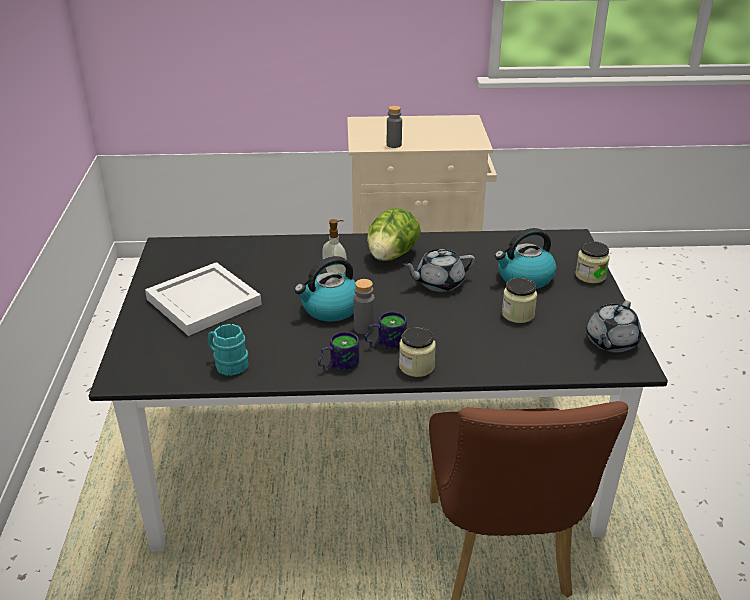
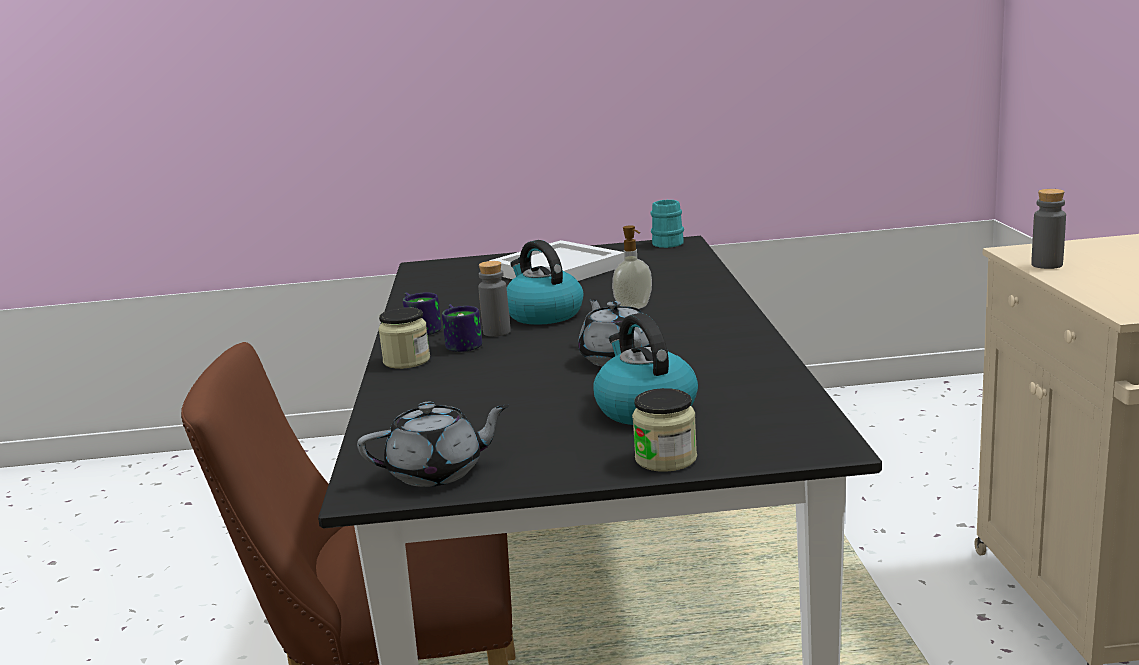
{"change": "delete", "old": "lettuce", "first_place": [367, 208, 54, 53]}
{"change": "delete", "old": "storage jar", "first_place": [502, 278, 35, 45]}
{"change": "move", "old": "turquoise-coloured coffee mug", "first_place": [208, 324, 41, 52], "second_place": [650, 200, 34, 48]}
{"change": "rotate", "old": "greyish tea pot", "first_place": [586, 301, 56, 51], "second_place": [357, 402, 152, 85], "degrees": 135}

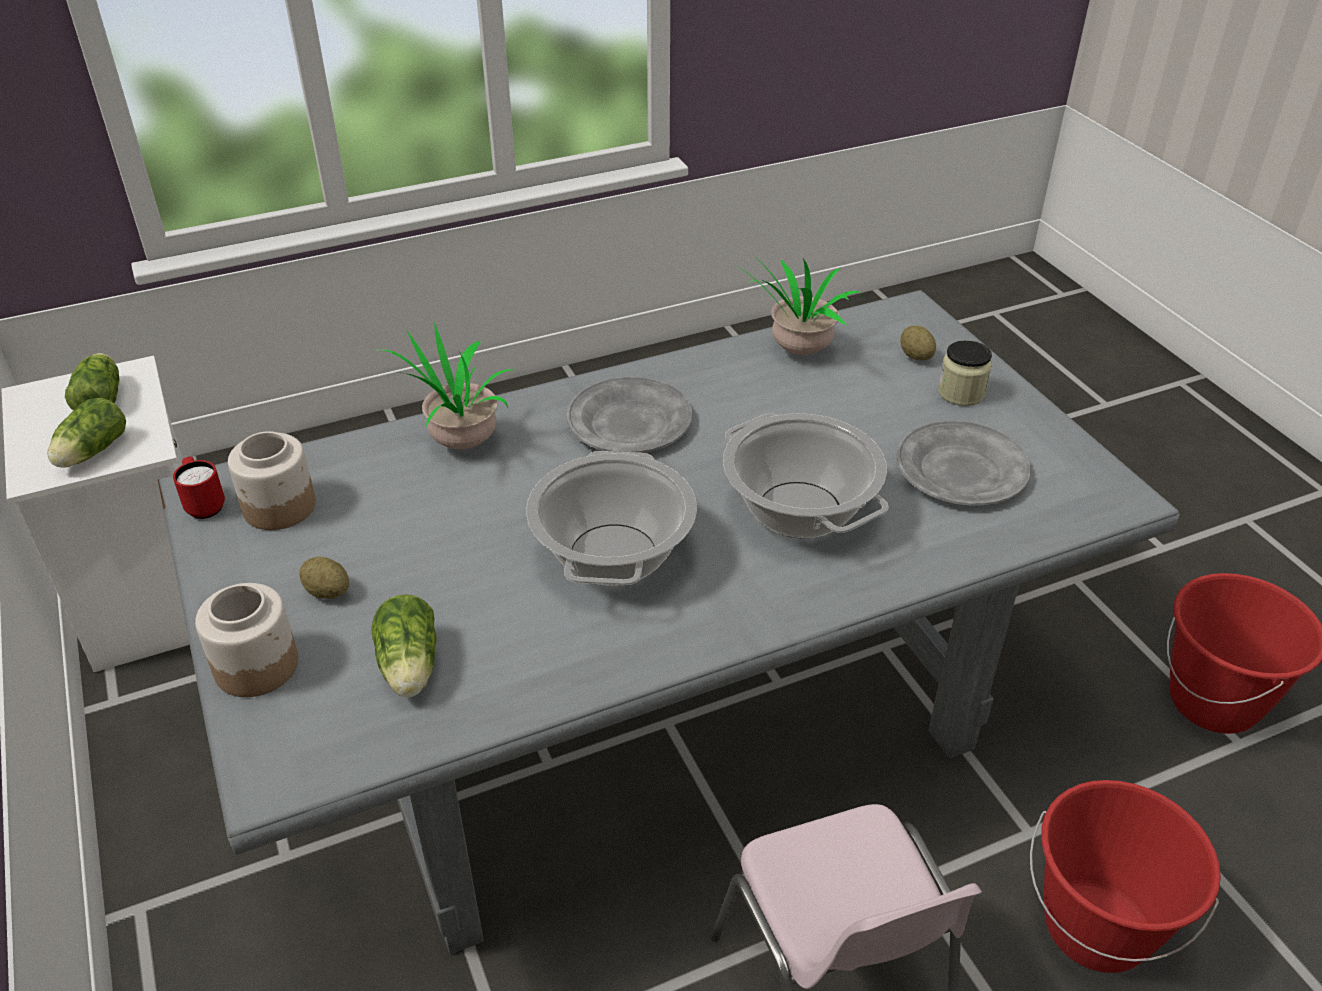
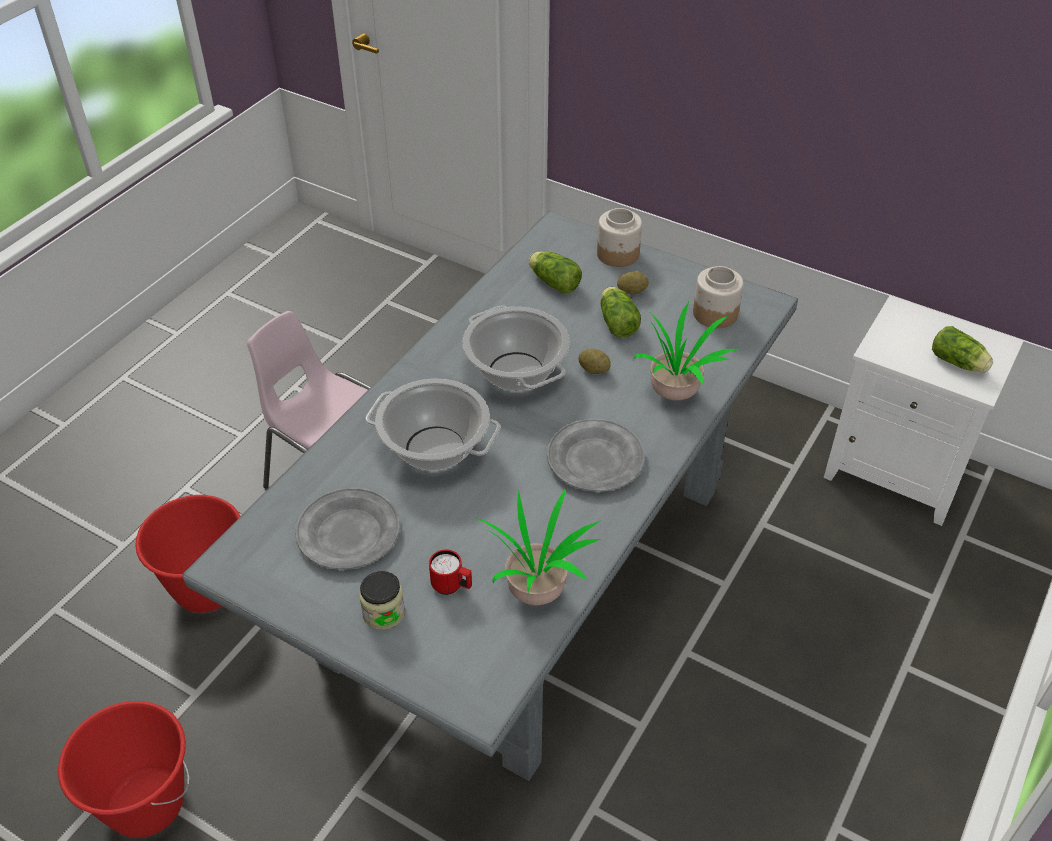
{"change": "move", "old": "lettuce", "first_place": [47, 398, 79, 70], "second_place": [601, 287, 40, 51]}
{"change": "move", "old": "red coffee mug", "first_place": [173, 456, 52, 63], "second_place": [429, 549, 43, 46]}
{"change": "move", "old": "spud", "first_place": [901, 326, 35, 34], "second_place": [578, 349, 33, 25]}

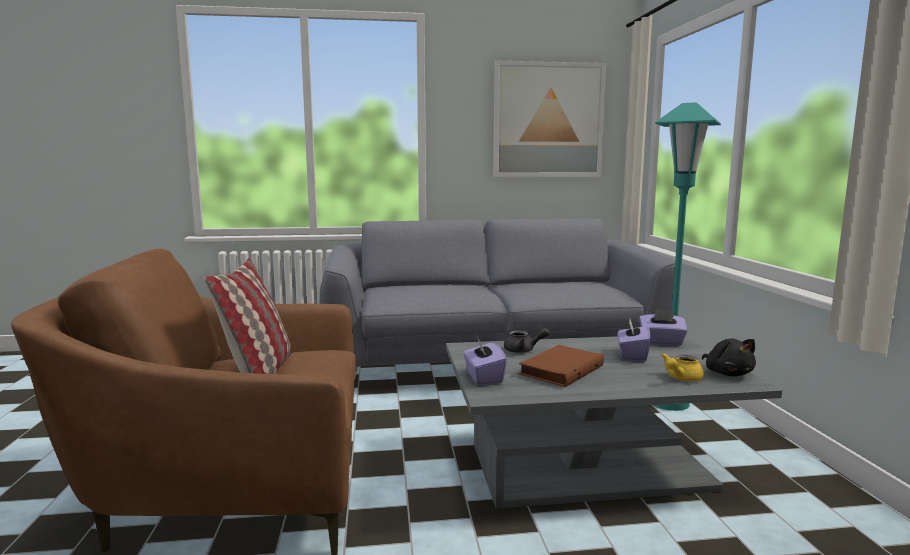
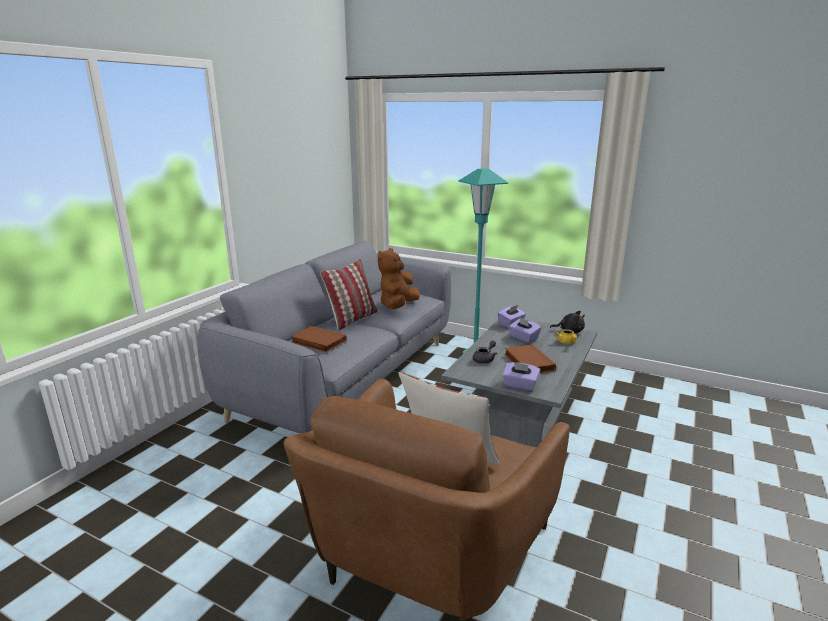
{"change": "delete", "old": "wall picture", "first_place": [493, 61, 113, 116]}
{"change": "insert", "new": "brown book", "second_place": [291, 326, 56, 26]}
{"change": "insert", "new": "cushion", "second_place": [320, 259, 57, 72]}
{"change": "insert", "new": "brown plush toy", "second_place": [378, 248, 42, 61]}

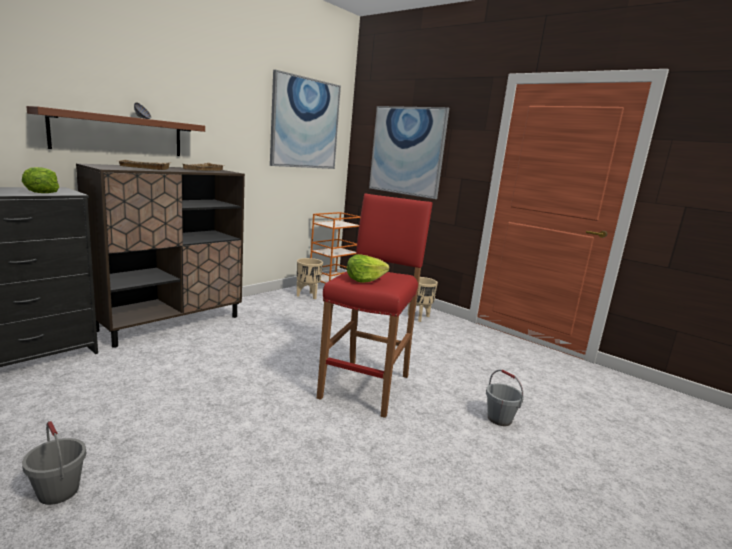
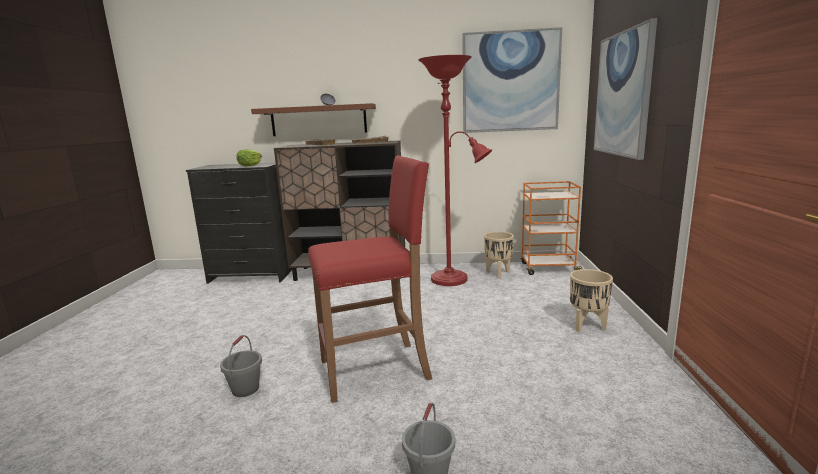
{"change": "delete", "old": "lettuce", "first_place": [347, 254, 42, 29]}
{"change": "insert", "new": "red floor lamp", "second_place": [418, 55, 74, 231]}
{"change": "move", "old": "greyish pail", "first_place": [22, 421, 64, 84], "second_place": [220, 335, 42, 62]}

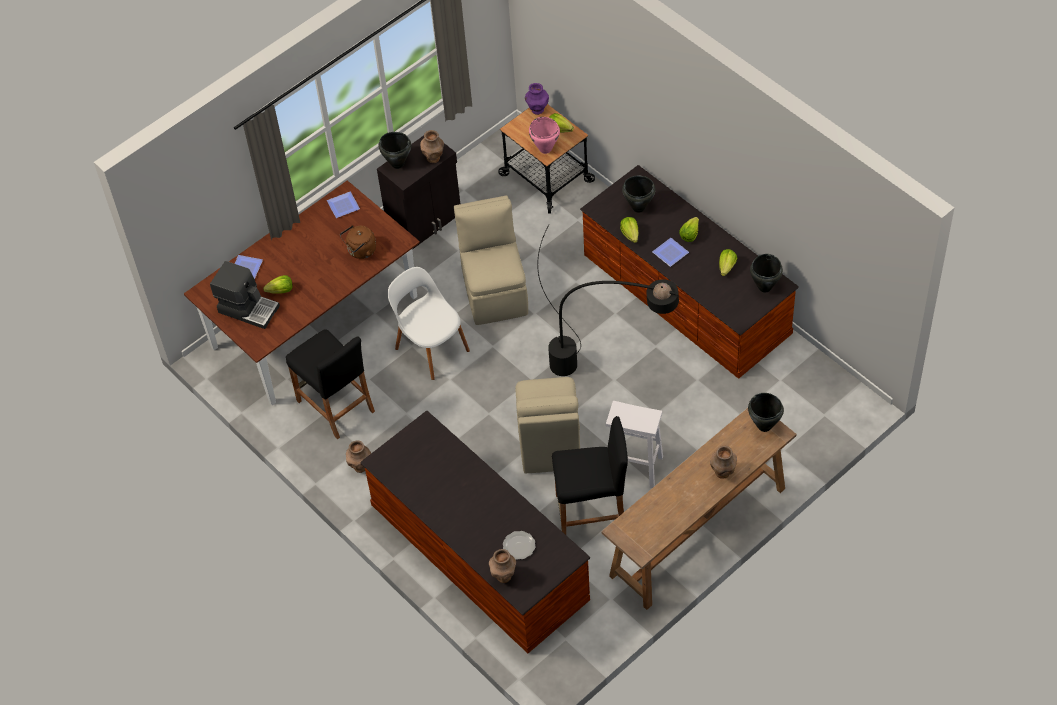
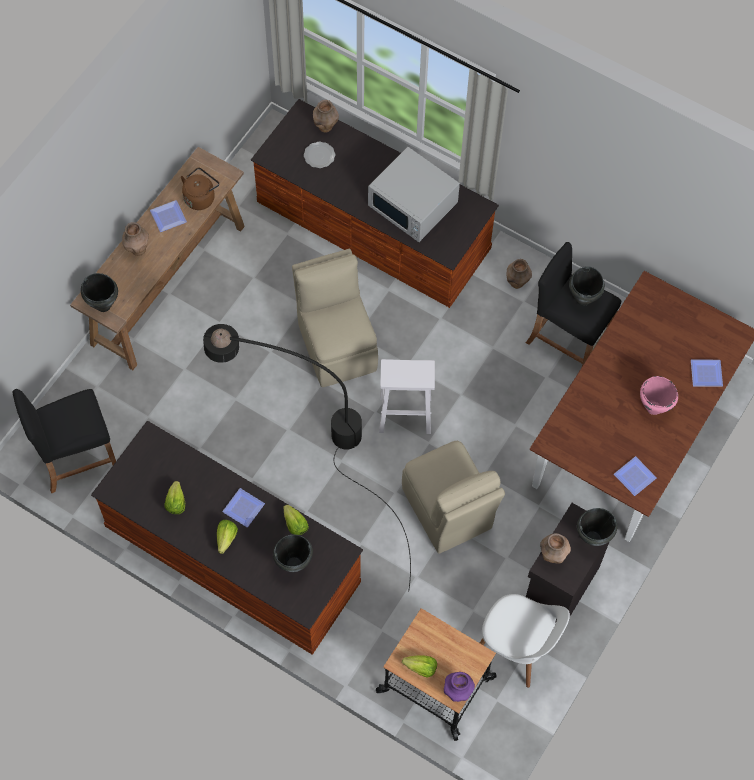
{"change": "delete", "old": "coffee machine", "first_place": [210, 261, 70, 68]}
{"change": "delete", "old": "lettuce", "first_place": [263, 275, 30, 19]}
{"change": "insert", "new": "flat dish", "second_place": [150, 200, 37, 32]}
{"change": "insert", "new": "white-coloured microwave oven", "second_place": [368, 147, 92, 95]}
{"change": "move", "old": "brown kettle", "first_place": [340, 225, 36, 34], "second_place": [181, 167, 38, 43]}
{"change": "move", "old": "white-coloured chair", "first_place": [387, 267, 83, 113], "second_place": [480, 594, 90, 94]}
{"change": "move", "old": "pink-coloured stockpot", "first_place": [529, 117, 31, 37], "second_place": [640, 376, 38, 39]}
{"change": "move", "old": "black-coloured sitting stool", "first_place": [552, 416, 76, 119], "second_place": [12, 389, 104, 104]}
{"change": "move", "old": "white-coloured sitting stool", "first_place": [606, 401, 57, 87], "second_place": [379, 359, 56, 75]}
{"change": "move", "old": "black-coloured stockpot", "first_place": [750, 254, 33, 38], "second_place": [569, 266, 36, 40]}

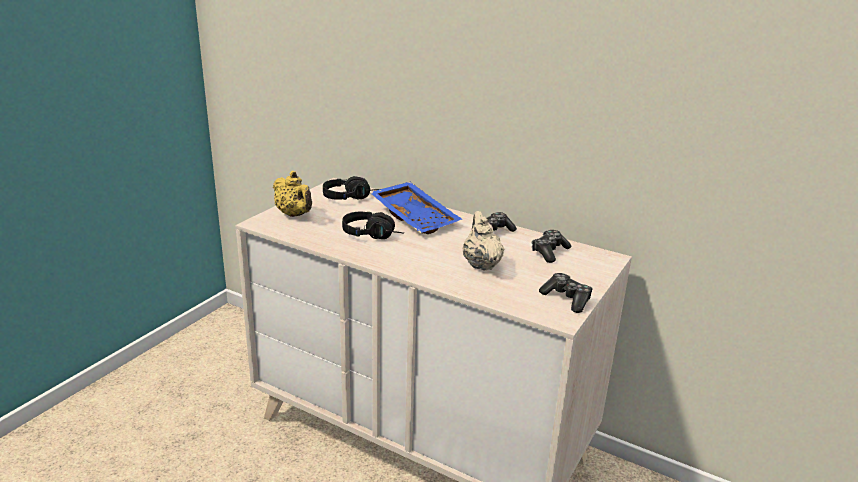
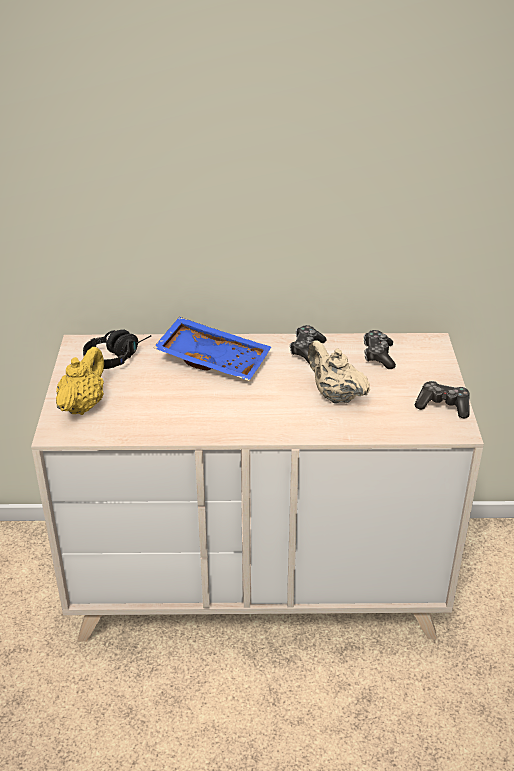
{"change": "delete", "old": "black-coloured headset", "first_place": [342, 212, 62, 27]}
{"change": "rotate", "old": "yellowish tea pot", "first_place": [273, 171, 39, 46], "second_place": [56, 347, 48, 68], "degrees": -90}

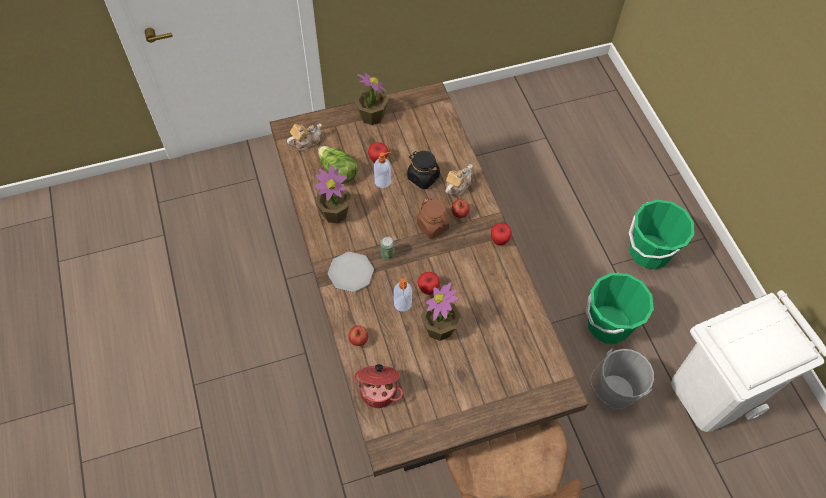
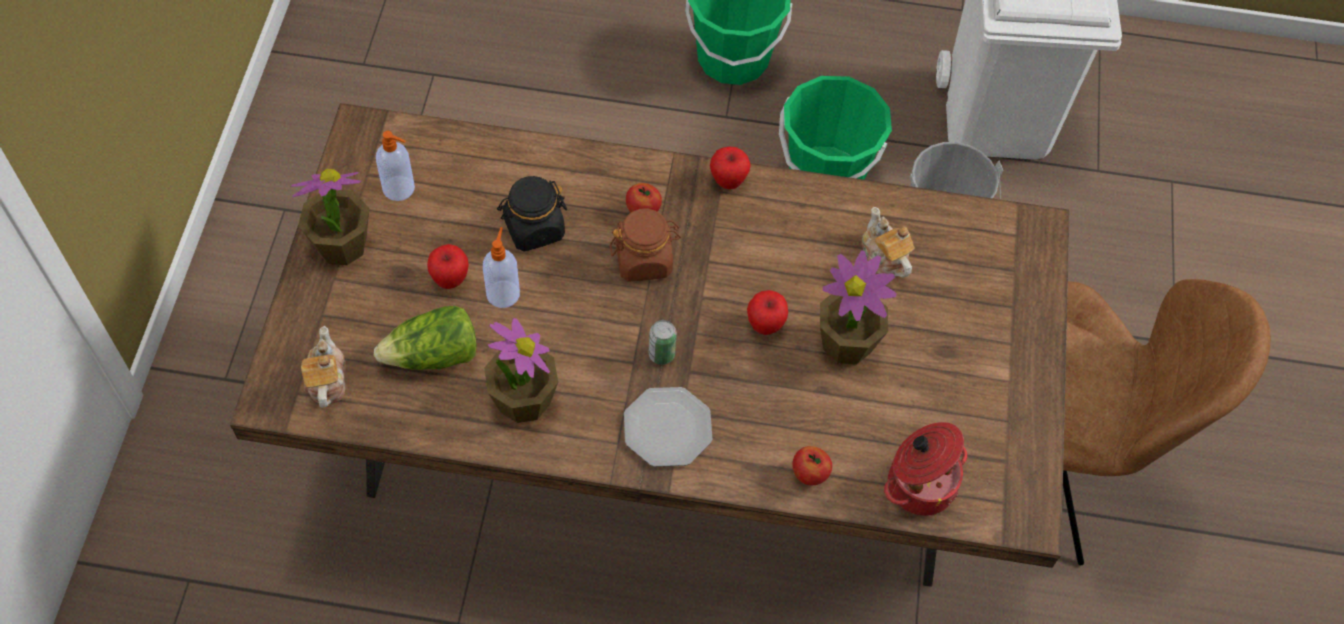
{"change": "move", "old": "liquid soap bottle", "first_place": [394, 278, 18, 34], "second_place": [376, 131, 39, 70]}
{"change": "move", "old": "tea pot", "first_place": [445, 164, 28, 33], "second_place": [862, 207, 53, 71]}

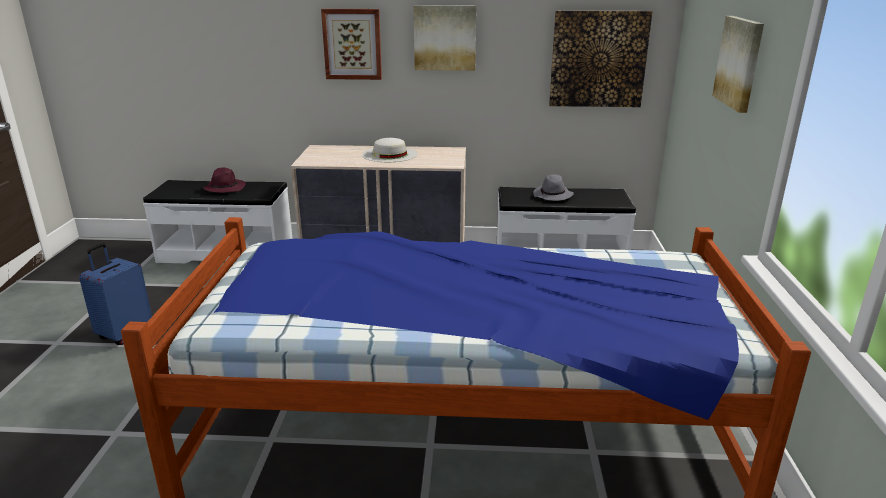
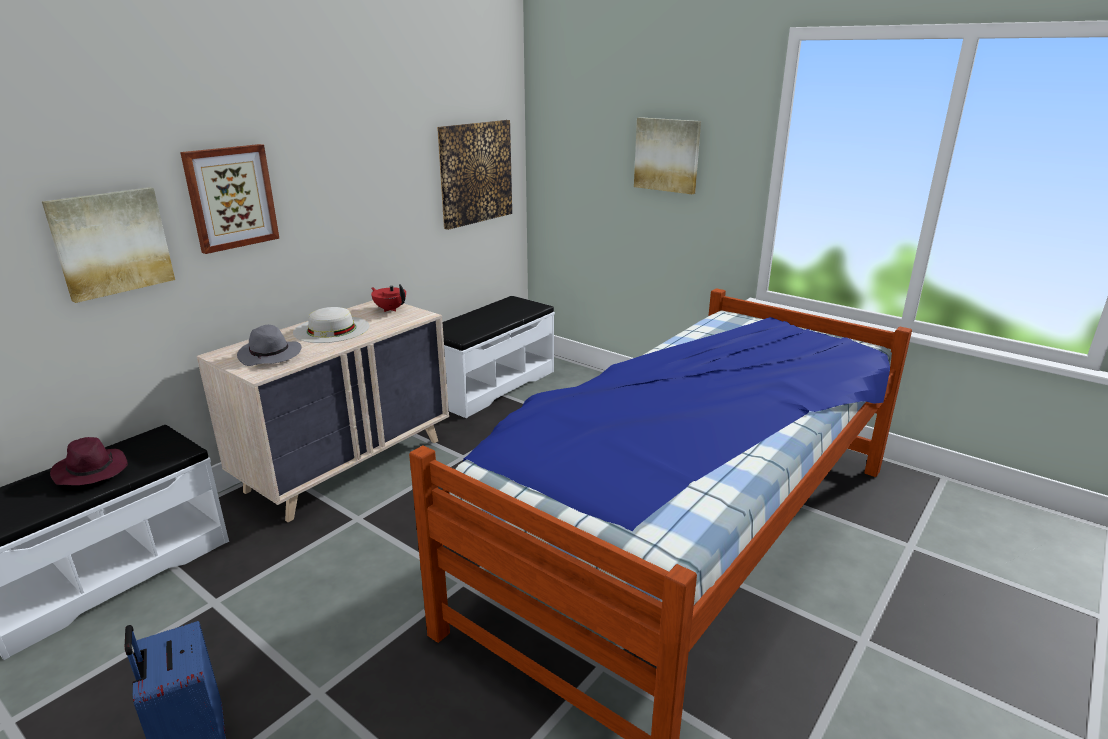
{"change": "insert", "new": "red tea pot", "second_place": [371, 284, 35, 28]}
{"change": "move", "old": "wall picture", "first_place": [414, 5, 62, 66], "second_place": [42, 187, 133, 116]}
{"change": "move", "old": "greyish hat", "first_place": [533, 174, 41, 27], "second_place": [237, 325, 64, 41]}

